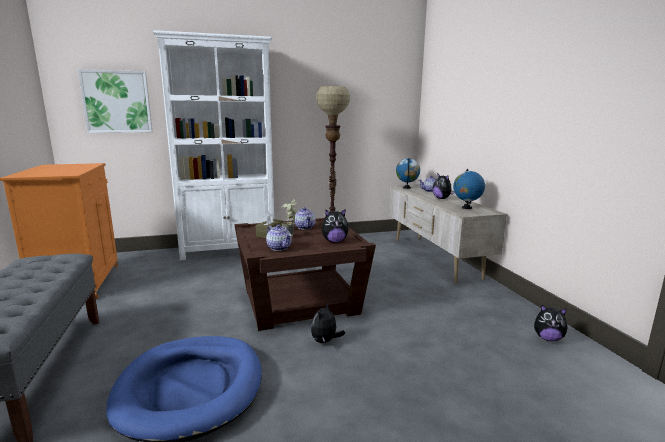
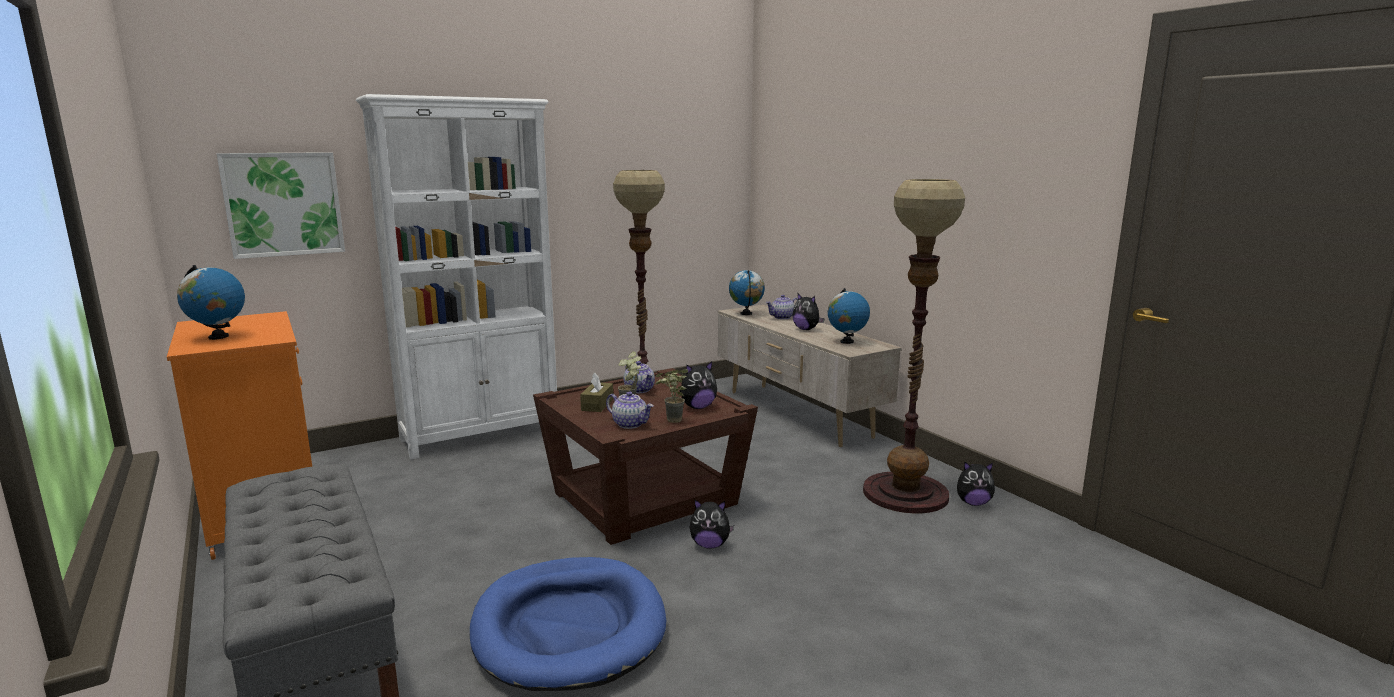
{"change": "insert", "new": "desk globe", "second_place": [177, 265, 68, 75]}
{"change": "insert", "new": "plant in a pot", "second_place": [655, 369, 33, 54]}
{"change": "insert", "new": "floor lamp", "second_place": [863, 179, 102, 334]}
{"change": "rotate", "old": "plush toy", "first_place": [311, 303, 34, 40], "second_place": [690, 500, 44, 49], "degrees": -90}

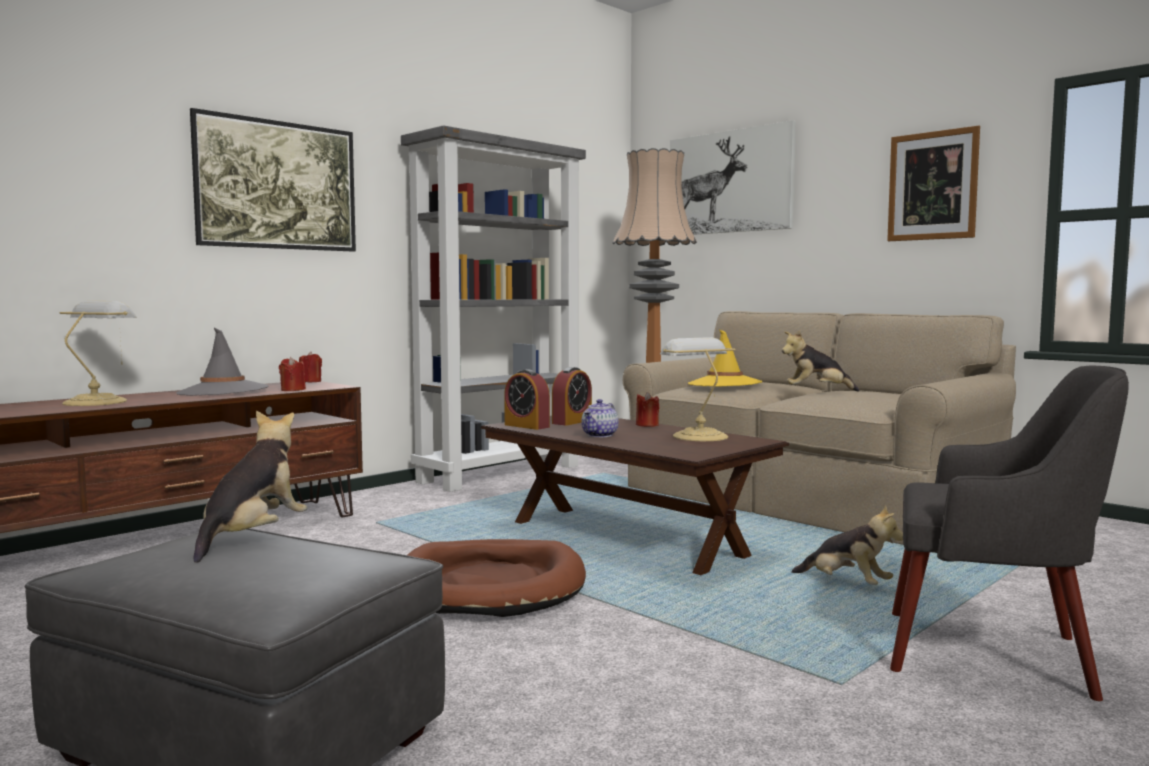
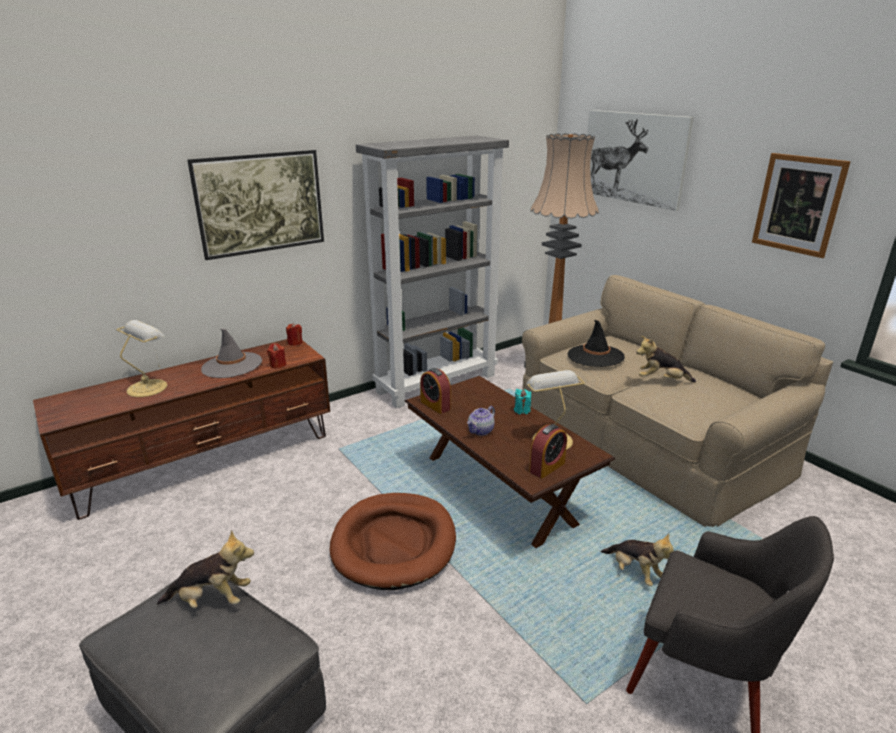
{"change": "move", "old": "table clock", "first_place": [552, 367, 40, 58], "second_place": [529, 424, 38, 55]}
{"change": "recolor", "old": "red wax light", "new": "turquoise-coloured wax light", "first_place": [636, 392, 24, 35], "second_place": [514, 389, 17, 26]}
{"change": "recolor", "old": "yellowish hat", "new": "black-coloured hat", "first_place": [688, 329, 74, 57], "second_place": [568, 320, 57, 47]}
{"change": "rotate", "old": "plush toy", "first_place": [193, 411, 114, 151], "second_place": [157, 530, 97, 78], "degrees": 60}

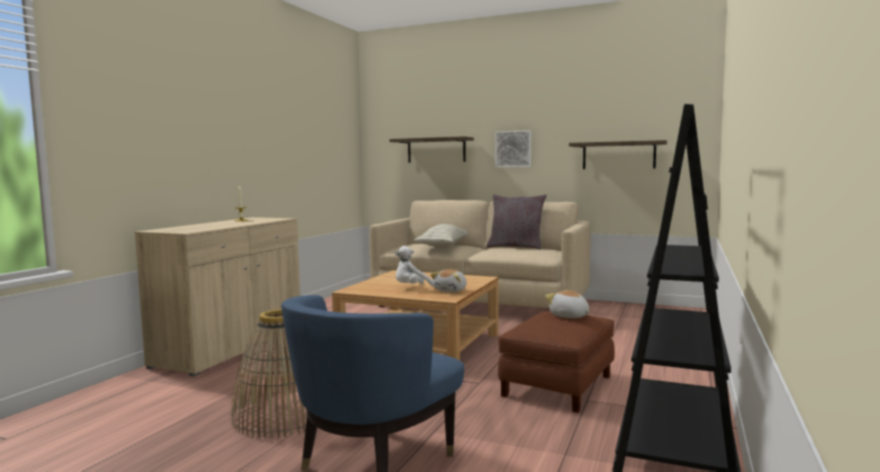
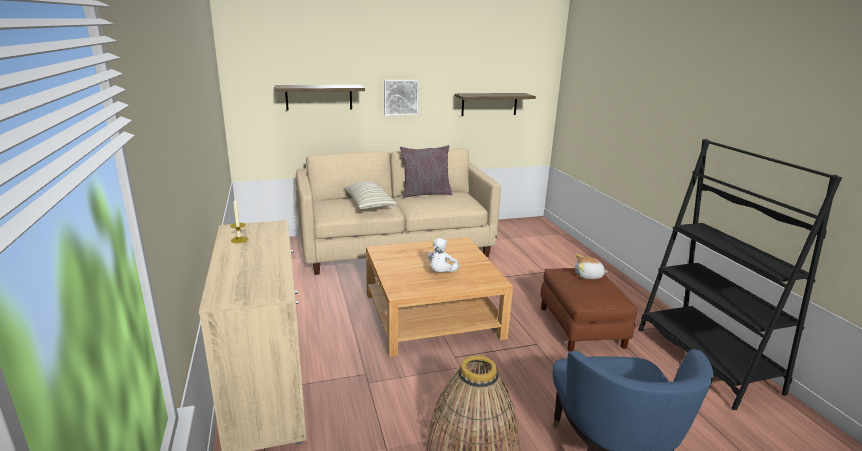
{"change": "delete", "old": "plush toy", "first_place": [431, 269, 36, 23]}

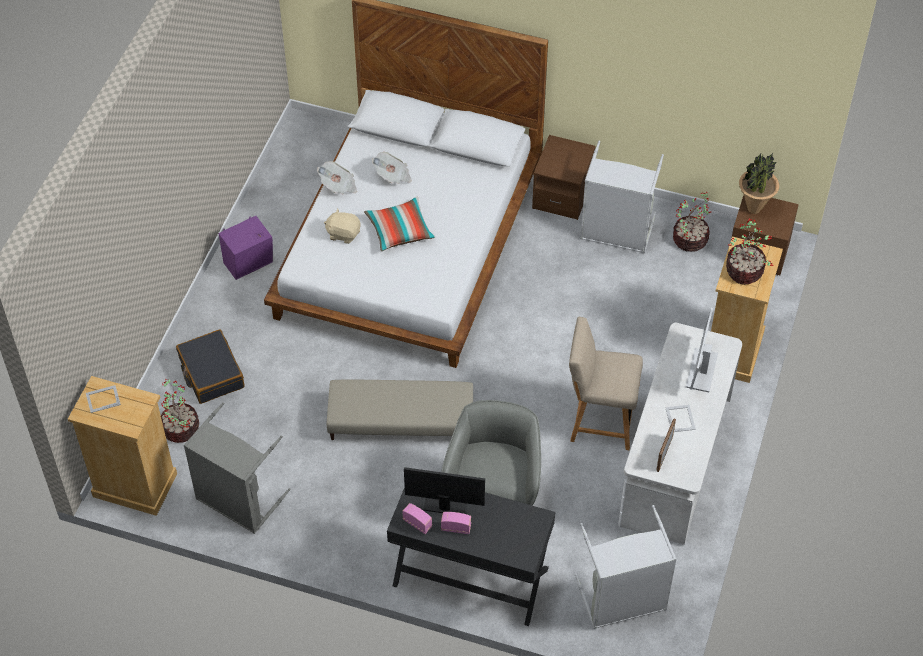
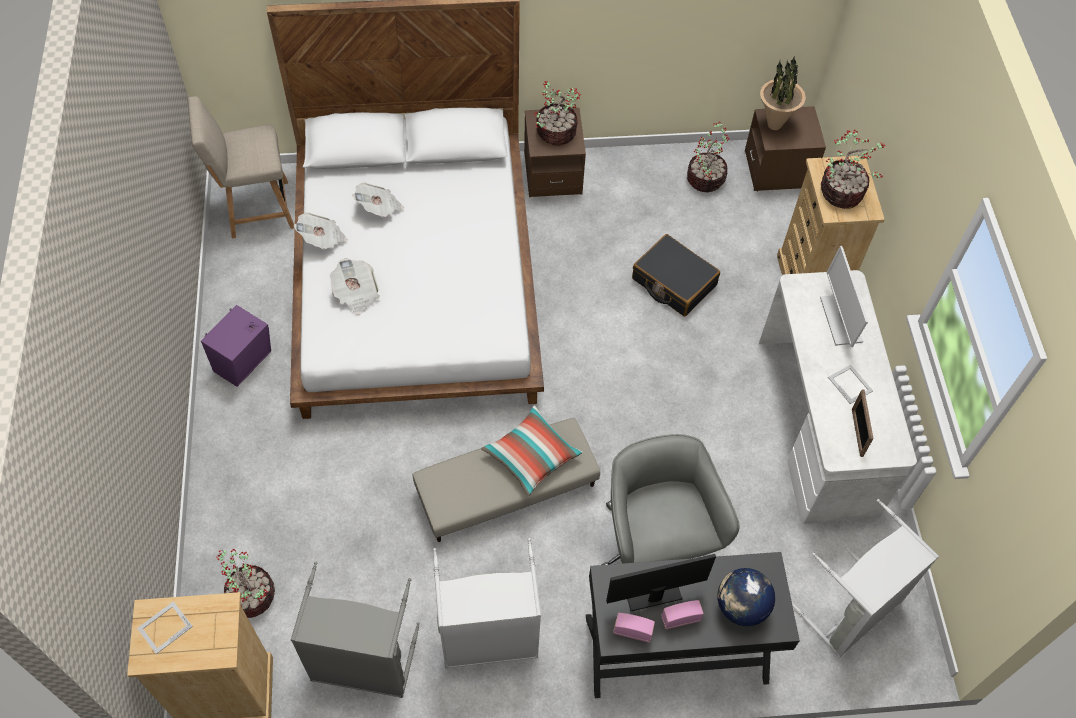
{"change": "insert", "new": "plant in a pot", "second_place": [534, 81, 47, 65]}
{"change": "insert", "new": "desk globe", "second_place": [717, 568, 58, 58]}
{"change": "move", "old": "black-coloured travel case", "first_place": [176, 329, 69, 75], "second_place": [632, 234, 88, 83]}
{"change": "move", "old": "cushion", "first_place": [364, 197, 71, 54], "second_place": [481, 405, 102, 91]}
{"change": "move", "old": "beige-coloured chair", "first_place": [569, 317, 74, 133], "second_place": [187, 96, 107, 142]}
{"change": "move", "old": "greyish hamper", "first_place": [580, 141, 84, 112], "second_place": [433, 538, 108, 131]}
{"change": "replace", "old": "beige-coloured plush toy", "new": "printed paper", "first_place": [324, 208, 37, 36], "second_place": [330, 258, 50, 57]}

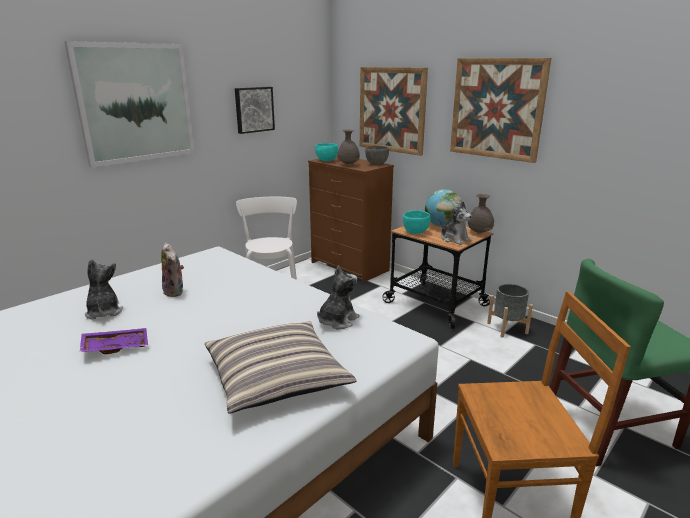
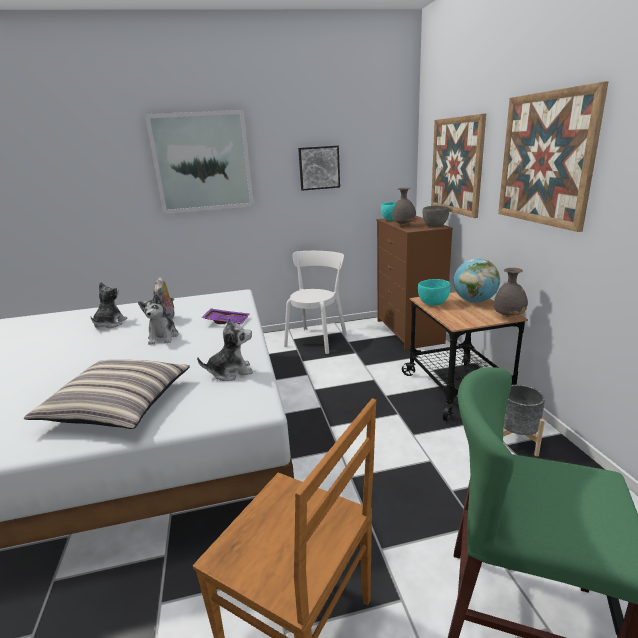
{"change": "move", "old": "purple tray", "first_place": [80, 328, 68, 26], "second_place": [201, 309, 48, 15]}
{"change": "move", "old": "plush toy", "first_place": [440, 201, 32, 44], "second_place": [138, 294, 41, 51]}

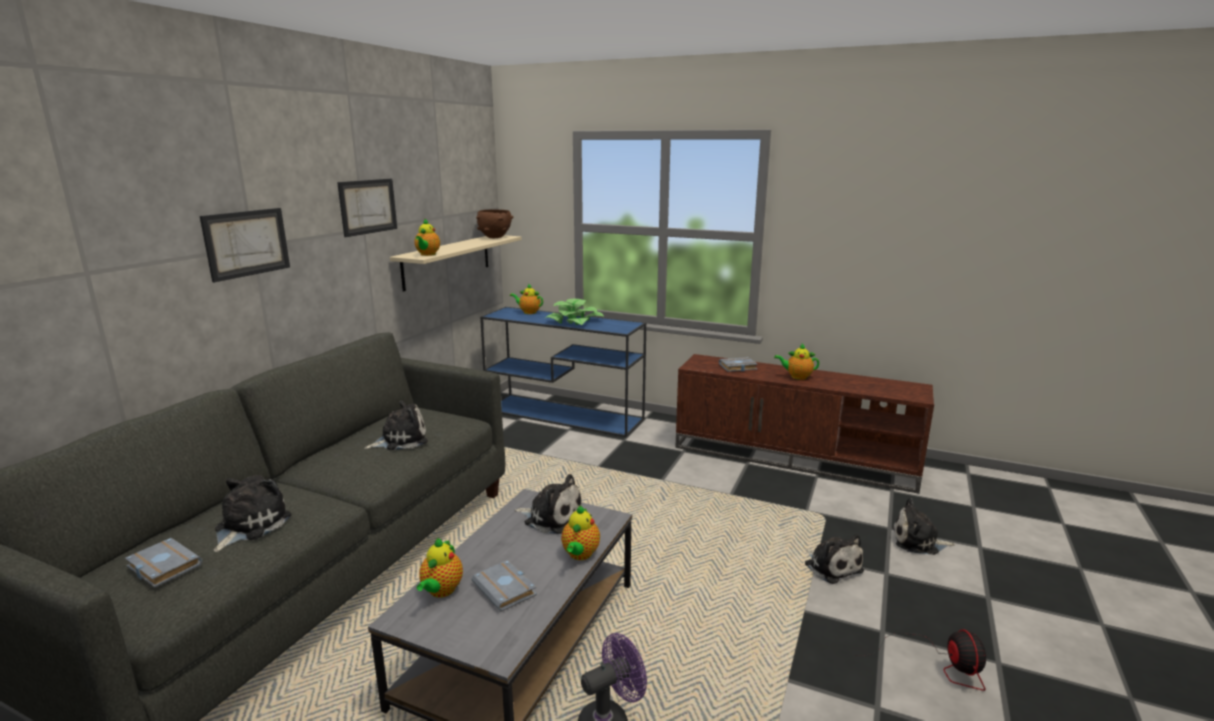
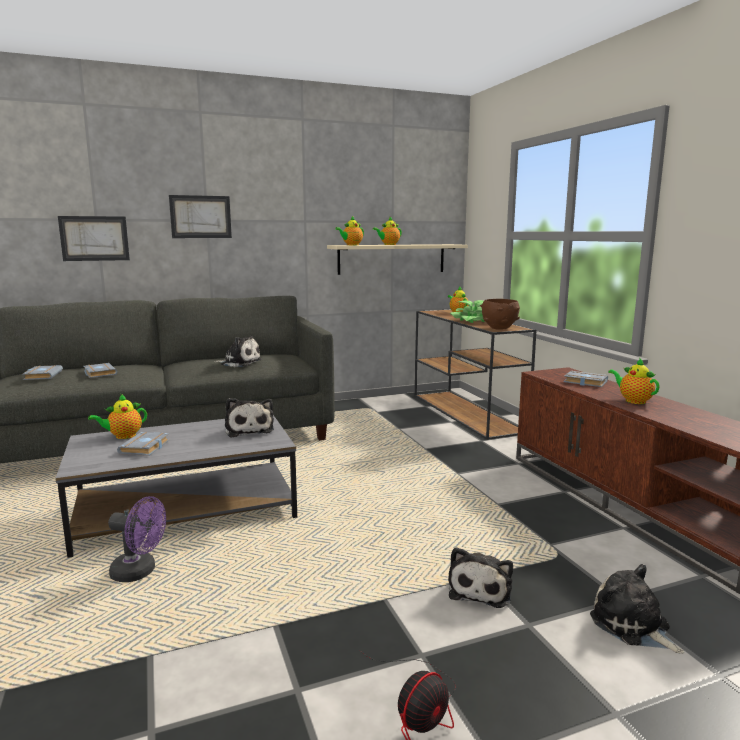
{"change": "move", "old": "wall picture", "first_place": [337, 179, 60, 58], "second_place": [58, 216, 72, 45]}
{"change": "move", "old": "brown deep dish", "first_place": [476, 210, 37, 28], "second_place": [480, 299, 40, 31]}
{"change": "move", "old": "tea pot", "first_place": [561, 506, 39, 54], "second_place": [373, 217, 29, 28]}
{"change": "replace", "old": "plush toy", "new": "greyish book", "first_place": [214, 475, 78, 77], "second_place": [84, 363, 33, 15]}
{"change": "recolor", "old": "blue-coloured narrow table", "new": "brown narrow table", "first_place": [480, 307, 166, 131], "second_place": [415, 309, 121, 131]}

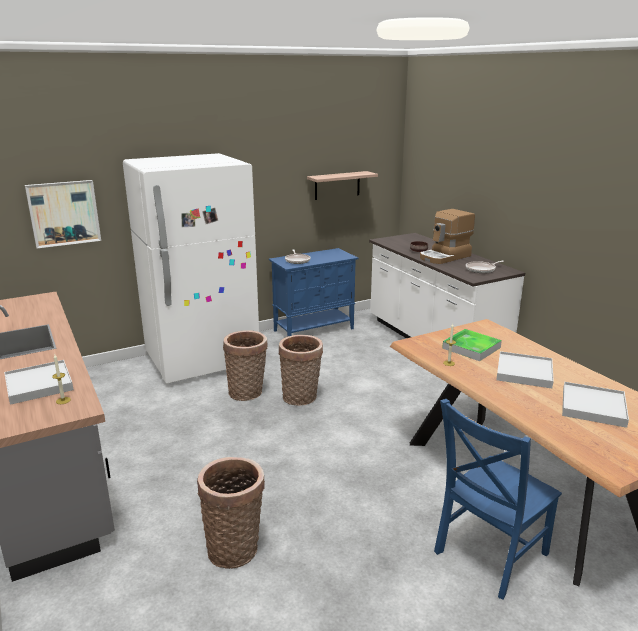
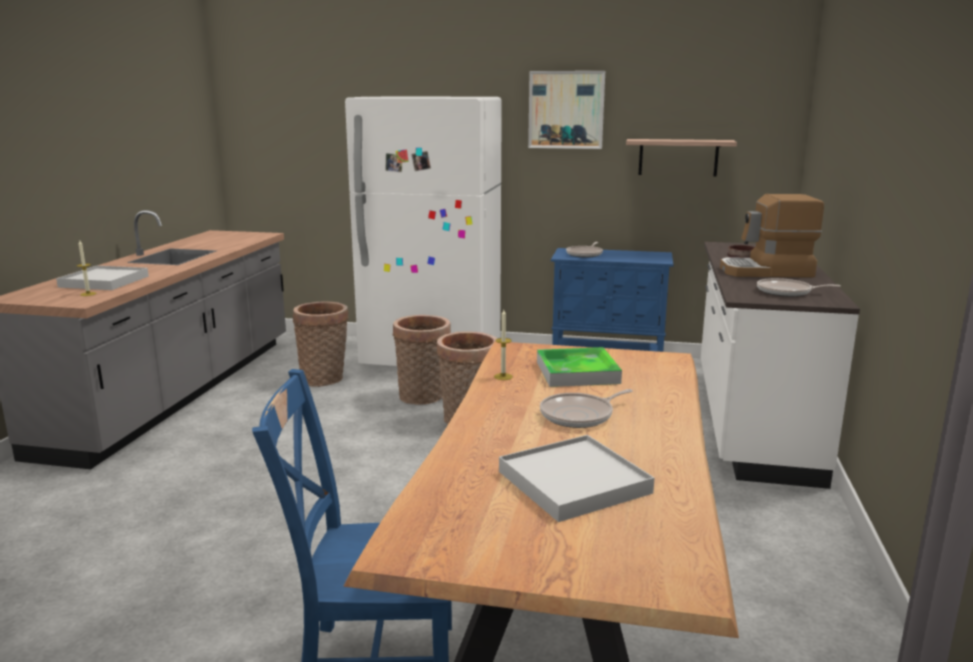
{"change": "move", "old": "wall picture", "first_place": [25, 180, 76, 68], "second_place": [528, 71, 77, 78]}
{"change": "move", "old": "basket", "first_place": [197, 457, 68, 112], "second_place": [293, 301, 56, 86]}
{"change": "replace", "old": "white-coloured tray", "new": "skillet", "first_place": [496, 351, 58, 37], "second_place": [540, 389, 93, 39]}

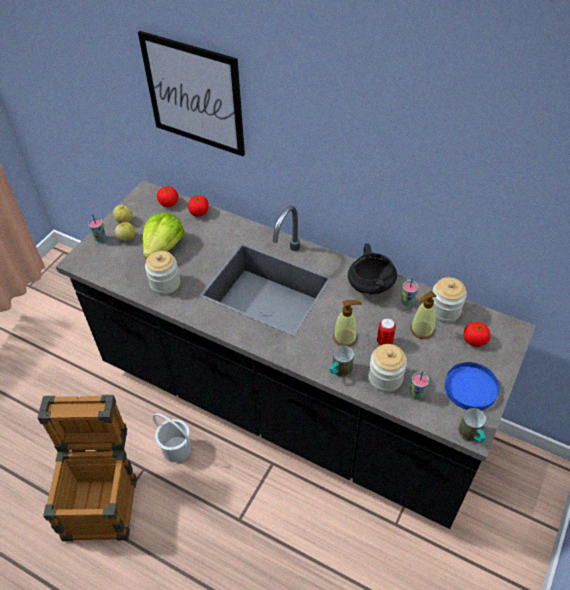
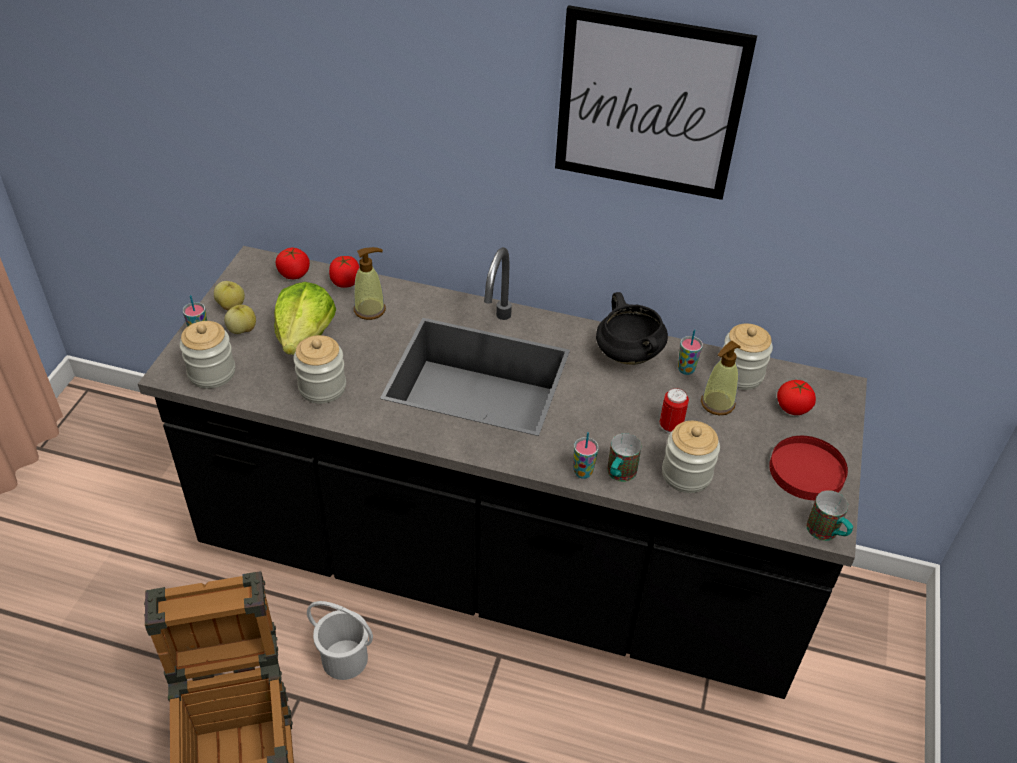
{"change": "insert", "new": "storage jar", "second_place": [180, 321, 55, 68]}
{"change": "move", "old": "wall picture", "first_place": [138, 31, 107, 125], "second_place": [555, 5, 202, 195]}
{"change": "move", "old": "liquid soap bottle", "first_place": [333, 300, 29, 47], "second_place": [354, 247, 32, 73]}
{"change": "move", "old": "cup", "first_place": [410, 371, 19, 28], "second_place": [573, 432, 26, 47]}
{"change": "recolor", "old": "blue-coloured flat dish", "new": "red flat dish", "first_place": [445, 362, 54, 49], "second_place": [769, 436, 79, 64]}

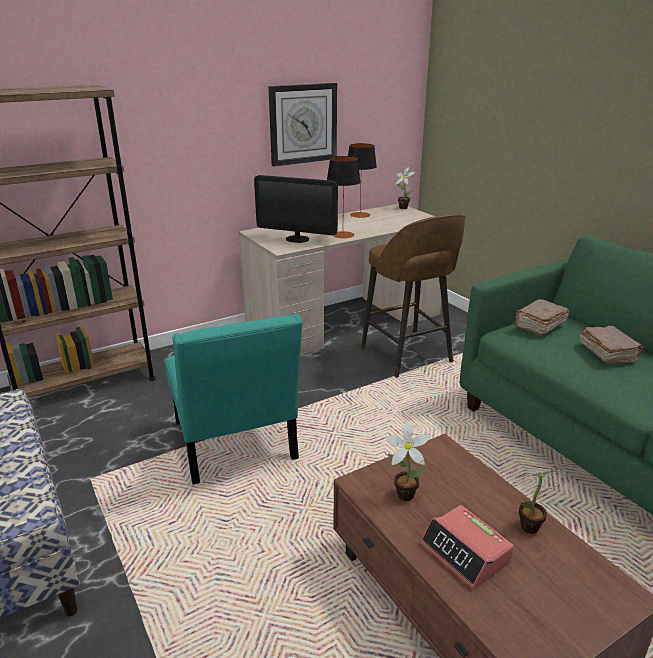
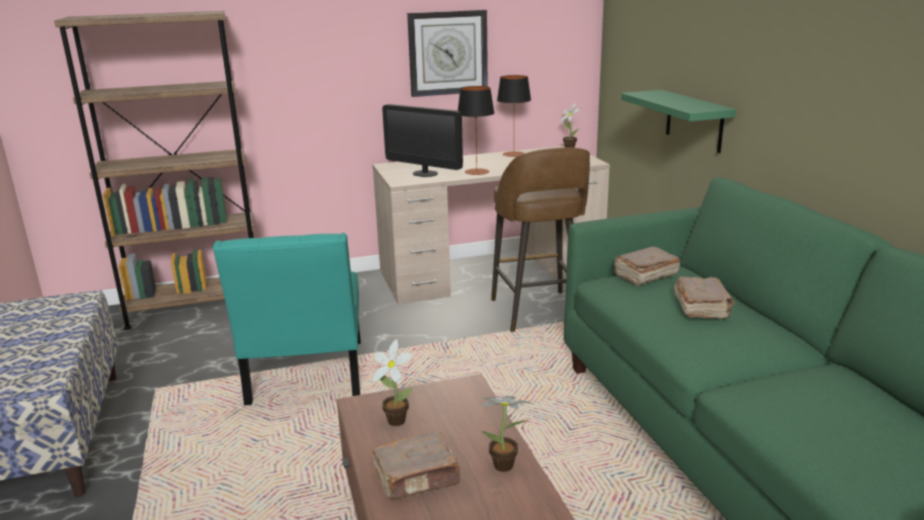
{"change": "insert", "new": "greenish shelf", "second_place": [621, 90, 115, 63]}
{"change": "replace", "old": "table clock", "new": "brown book", "first_place": [420, 505, 94, 84], "second_place": [373, 431, 88, 68]}

